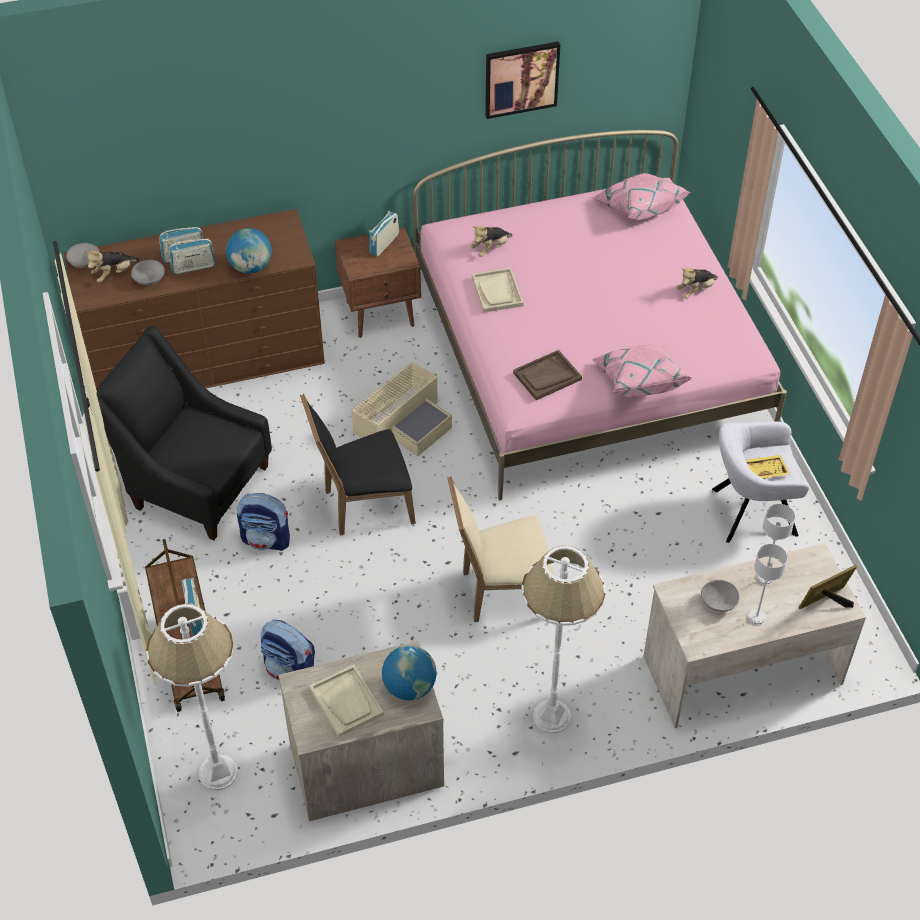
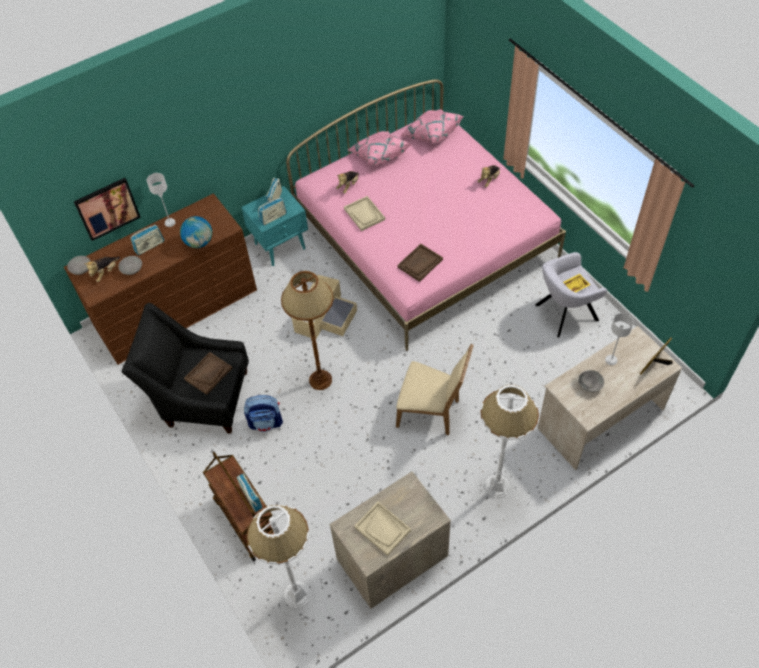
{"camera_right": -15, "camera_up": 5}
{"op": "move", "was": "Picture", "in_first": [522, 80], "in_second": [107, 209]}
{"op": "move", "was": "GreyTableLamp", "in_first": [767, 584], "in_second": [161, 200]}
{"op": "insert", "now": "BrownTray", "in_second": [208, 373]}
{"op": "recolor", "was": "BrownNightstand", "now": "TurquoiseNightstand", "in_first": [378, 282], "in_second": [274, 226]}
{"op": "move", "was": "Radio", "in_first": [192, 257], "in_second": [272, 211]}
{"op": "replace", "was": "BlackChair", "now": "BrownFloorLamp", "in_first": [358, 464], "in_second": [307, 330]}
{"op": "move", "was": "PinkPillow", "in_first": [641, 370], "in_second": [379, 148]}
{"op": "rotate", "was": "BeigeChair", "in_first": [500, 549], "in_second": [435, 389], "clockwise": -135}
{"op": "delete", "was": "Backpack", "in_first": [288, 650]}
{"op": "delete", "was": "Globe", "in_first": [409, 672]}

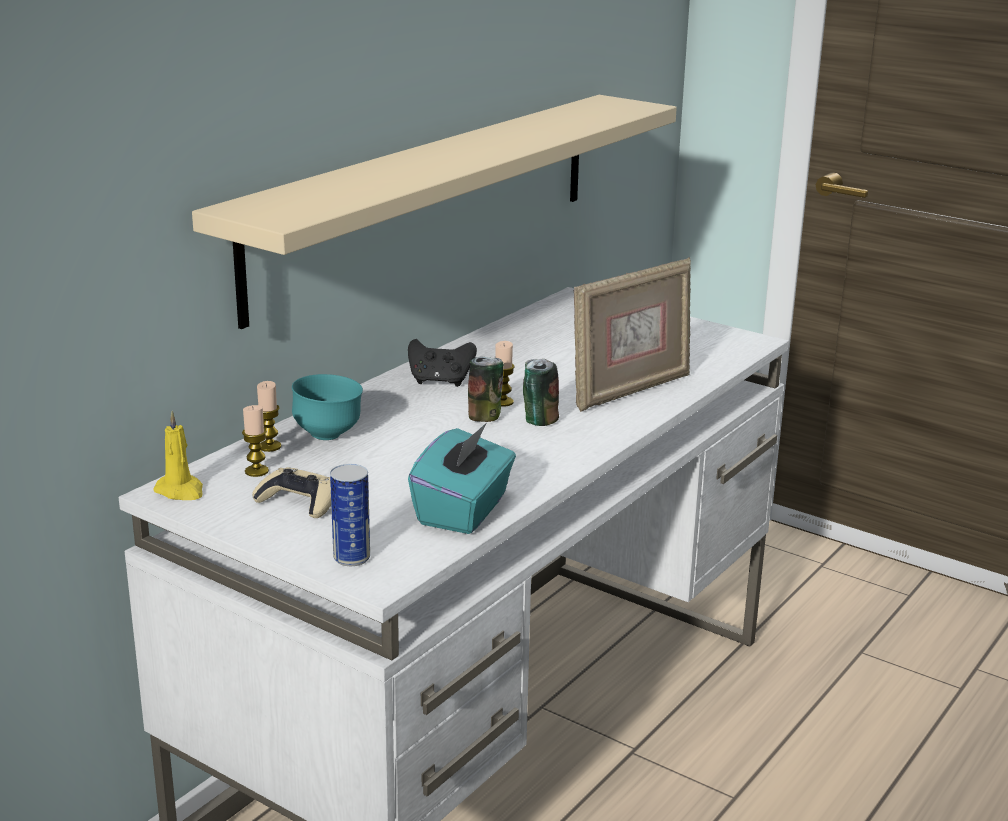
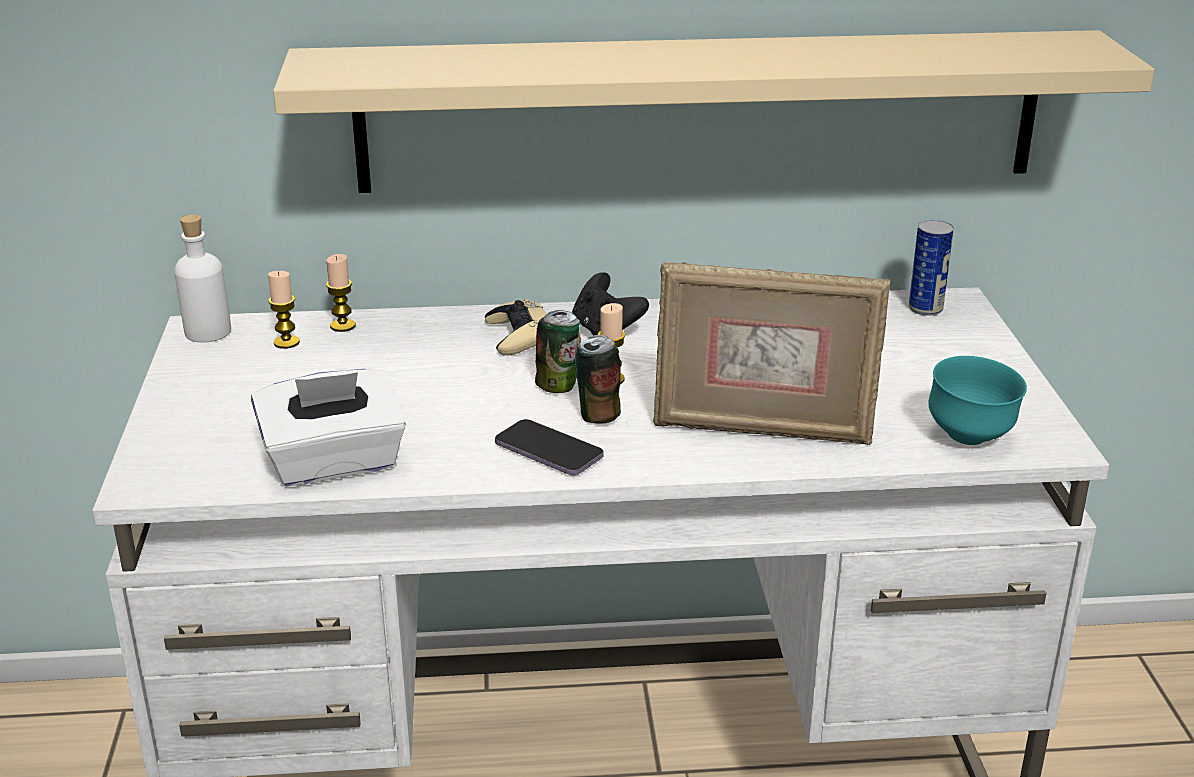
{"camera_right": 50, "camera_up": 5}
{"op": "replace", "was": "YellowCandle", "now": "WhiteBottle", "in_first": [178, 455], "in_second": [202, 279]}
{"op": "recolor", "was": "TurquoiseTissueBox", "now": "WhiteTissueBox", "in_first": [462, 479], "in_second": [328, 427]}
{"op": "move", "was": "BeigeGameController", "in_first": [291, 492], "in_second": [516, 327]}
{"op": "insert", "now": "Phone", "in_second": [549, 447]}
{"op": "move", "was": "Can", "in_first": [350, 515], "in_second": [931, 268]}
{"op": "move", "was": "TurquoiseBowl", "in_first": [327, 407], "in_second": [977, 400]}

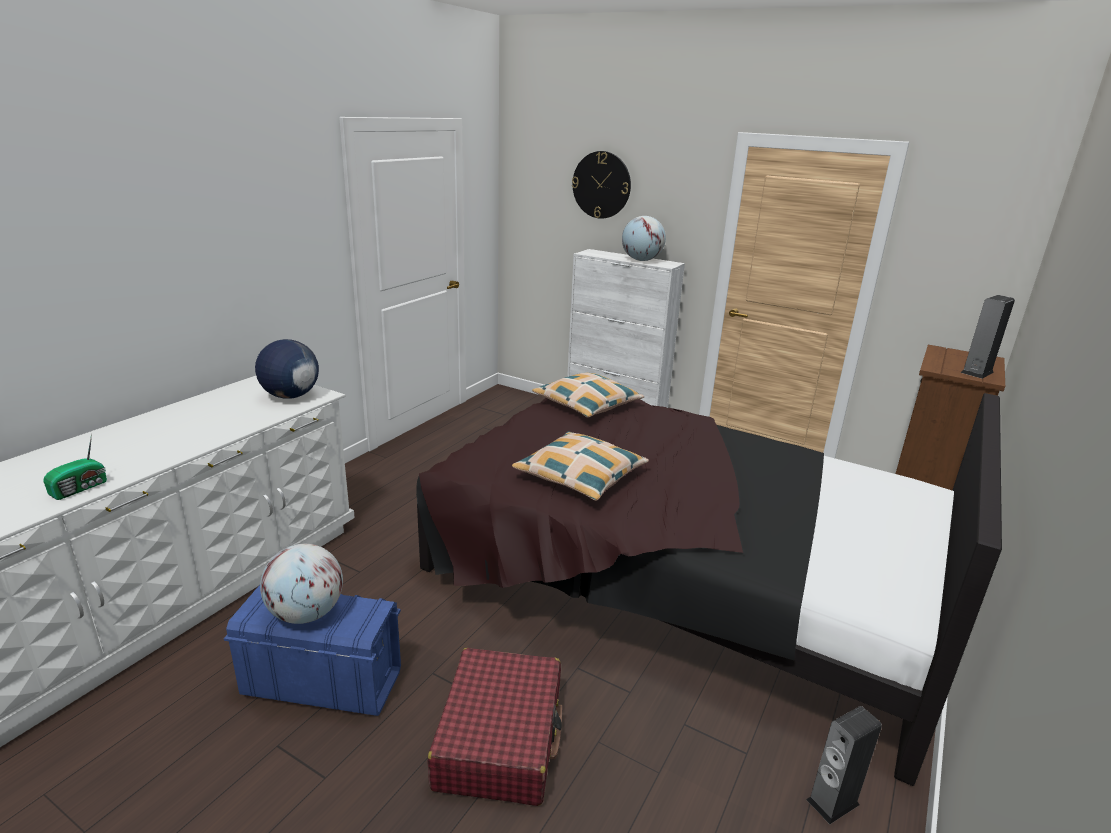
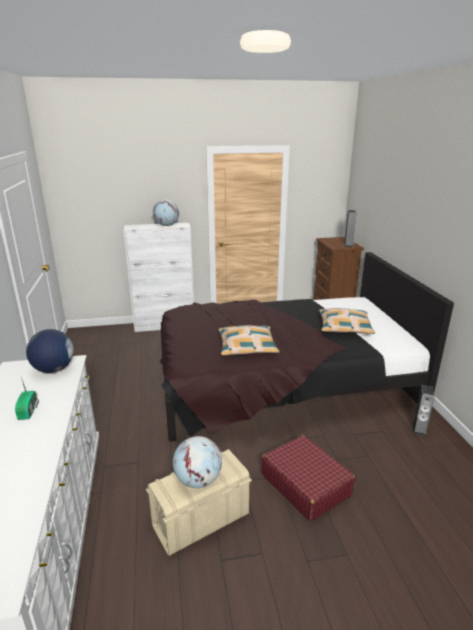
{"camera_right": -40, "camera_up": 0}
{"op": "move", "was": "Radio", "in_first": [75, 466], "in_second": [27, 398]}
{"op": "recolor", "was": "BlueStorageBox", "now": "BeigeStorageBox", "in_first": [312, 650], "in_second": [199, 502]}
{"op": "move", "was": "Pillow", "in_first": [588, 395], "in_second": [347, 321]}
{"op": "delete", "was": "WallClock", "in_first": [601, 185]}

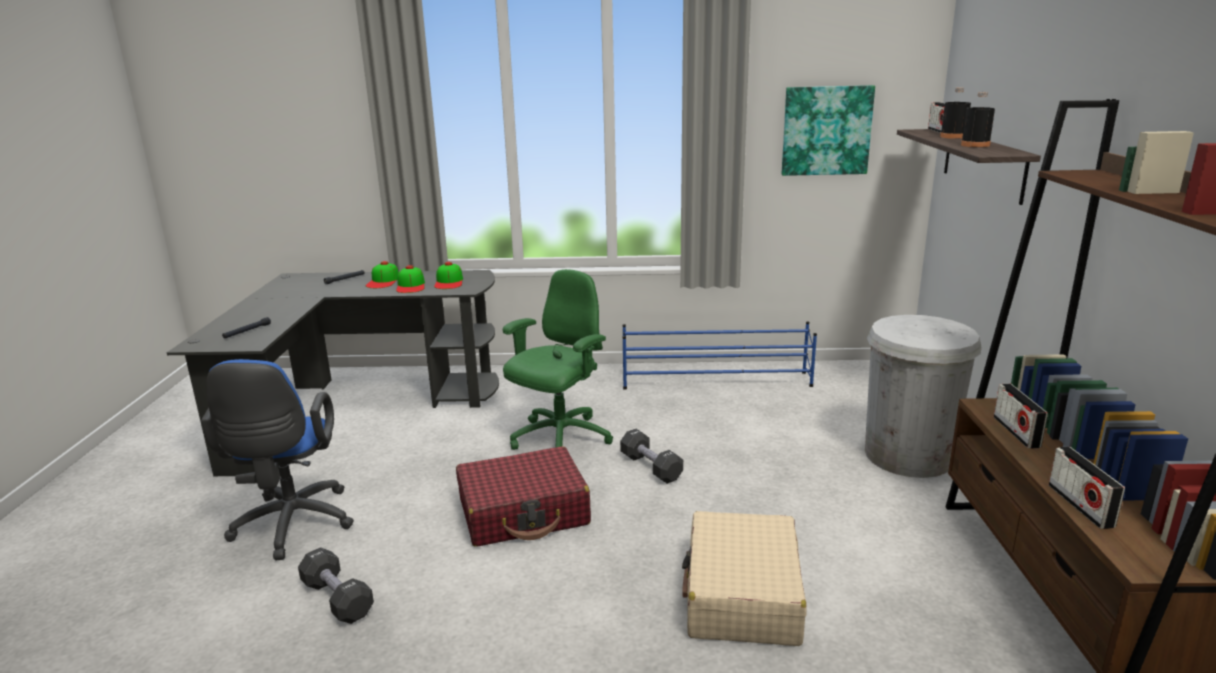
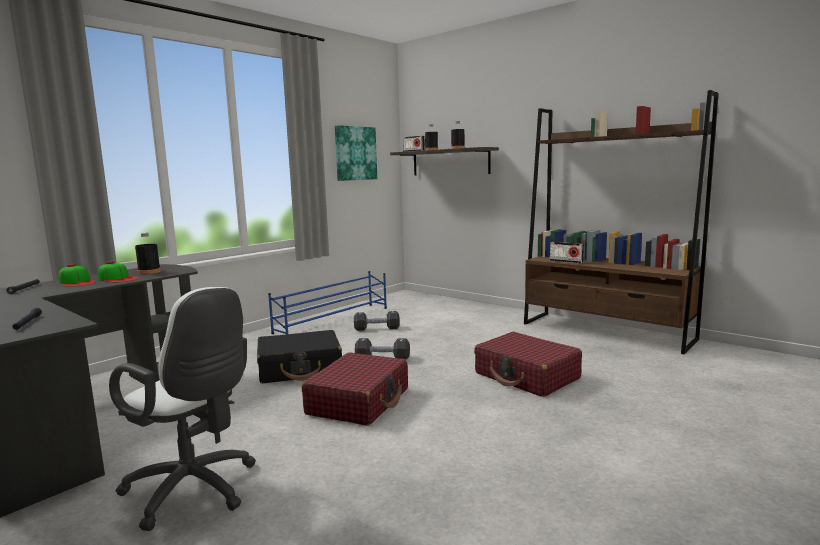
{"camera_right": -50, "camera_up": -10}
{"op": "recolor", "was": "BlueOfficeChair", "now": "WhiteOfficeChair", "in_first": [277, 459], "in_second": [182, 409]}
{"op": "replace", "was": "Cap", "now": "BlackBottle", "in_first": [448, 275], "in_second": [148, 253]}
{"op": "replace", "was": "GreenOfficeChair", "now": "BlackSuitcase", "in_first": [558, 359], "in_second": [299, 356]}
{"op": "move", "was": "BlackDumbbell", "in_first": [336, 585], "in_second": [377, 321]}
{"op": "recolor", "was": "BeigeSuitcase", "now": "RedSuitcase", "in_first": [744, 578], "in_second": [528, 364]}
{"op": "delete", "was": "WhiteTrashCan", "in_first": [923, 396]}
{"op": "delete", "was": "Radio", "in_first": [1087, 488]}

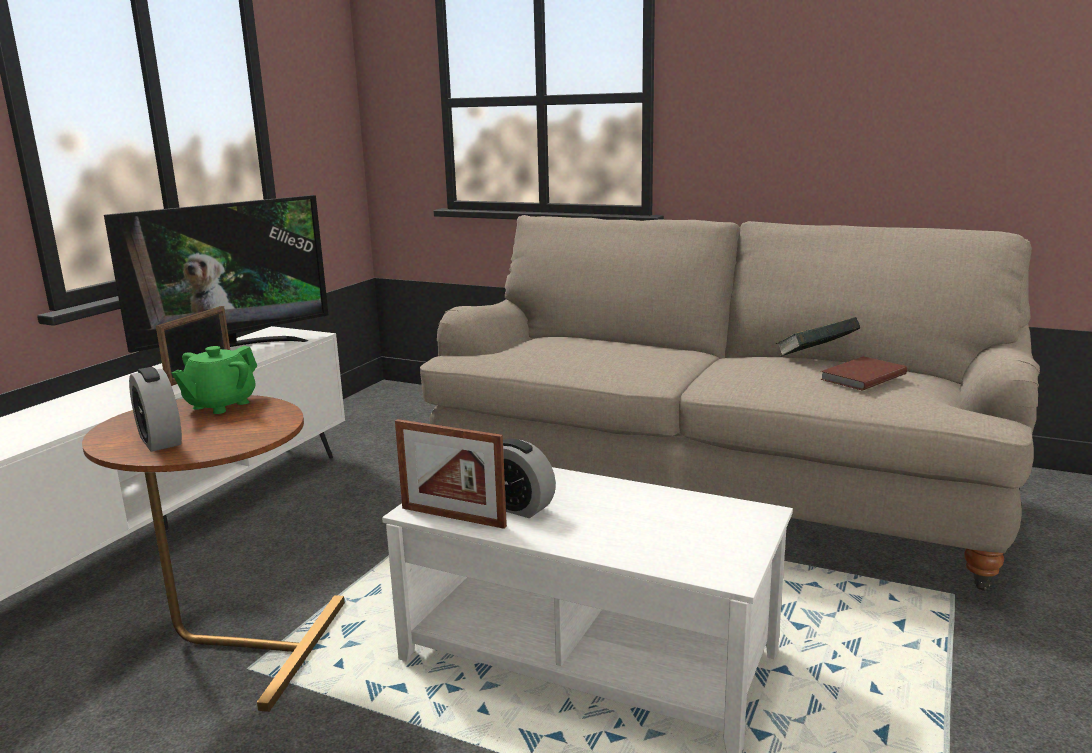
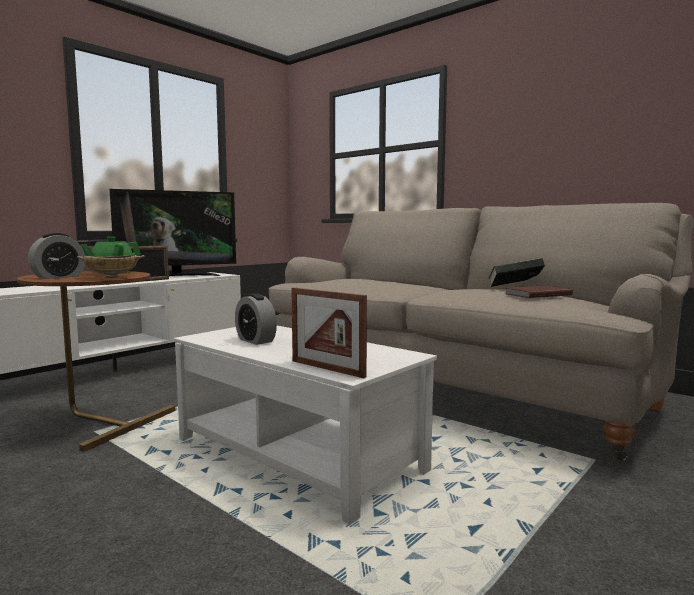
{"camera_right": 15, "camera_up": -10}
{"op": "rotate", "was": "AlarmClock", "in_first": [155, 409], "in_second": [56, 256], "clockwise": -120}
{"op": "insert", "now": "BeigeBowl", "in_second": [110, 266]}
{"op": "move", "was": "PictureFrame", "in_first": [451, 474], "in_second": [329, 332]}

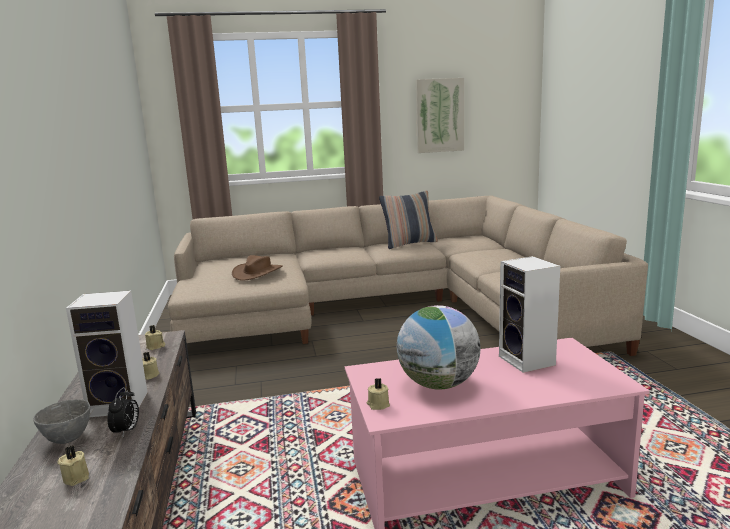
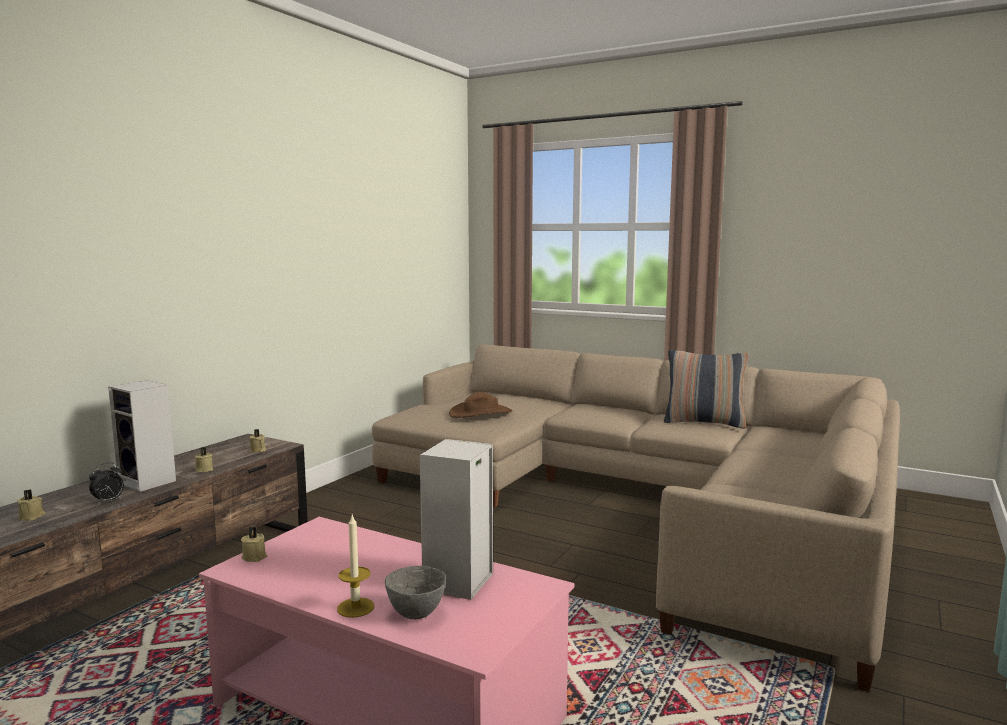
{"camera_right": 40, "camera_up": -5}
{"op": "insert", "now": "Candle", "in_second": [355, 566]}
{"op": "move", "was": "GreyBowl", "in_first": [61, 421], "in_second": [415, 592]}
{"op": "delete", "was": "Globe", "in_first": [438, 347]}
{"op": "delete", "was": "Picture", "in_first": [440, 115]}

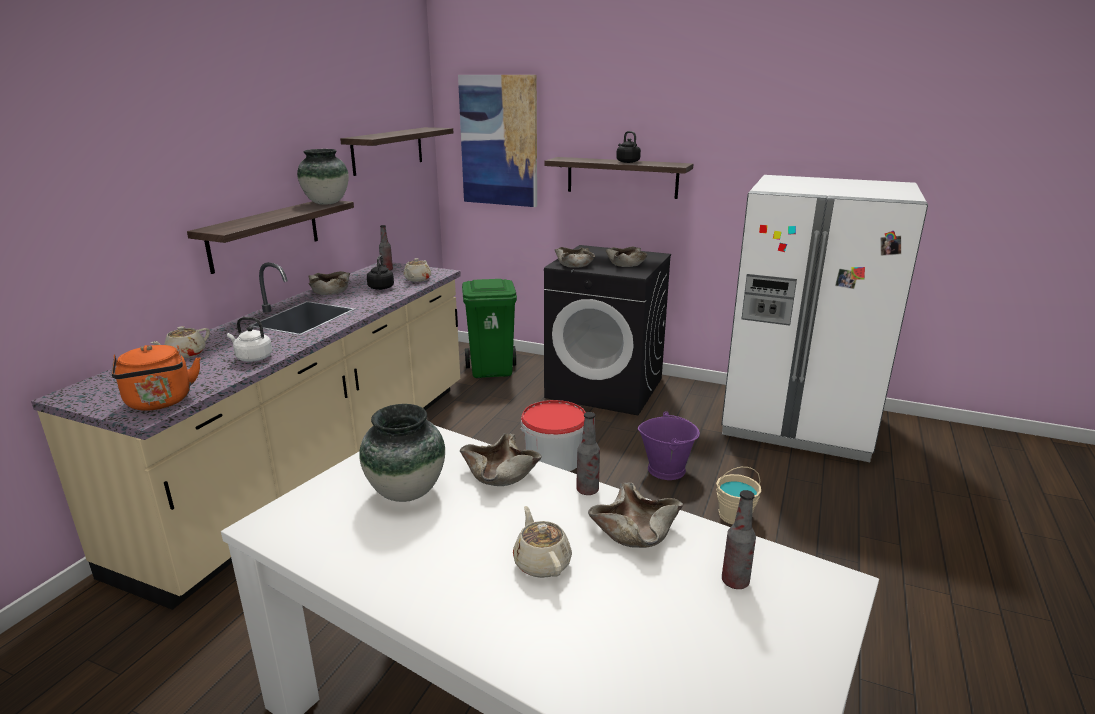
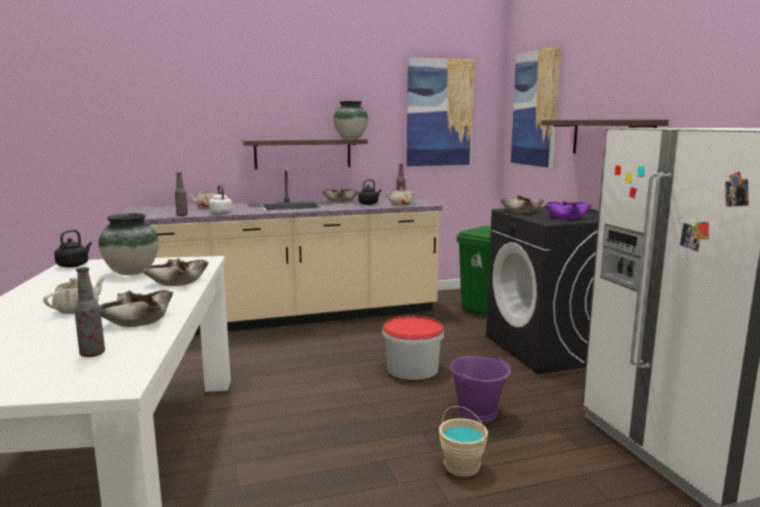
{"camera_right": 50, "camera_up": -10}
{"op": "move", "was": "BlackKettle", "in_first": [628, 147], "in_second": [73, 248]}
{"op": "move", "was": "Bottle", "in_first": [588, 453], "in_second": [181, 194]}
{"op": "replace", "was": "Shelf", "now": "Picture", "in_first": [396, 151], "in_second": [441, 111]}
{"op": "recolor", "was": "BeigeBowl", "now": "PurpleBowl", "in_first": [626, 257], "in_second": [568, 210]}
{"op": "delete", "was": "OrangeKettle", "in_first": [155, 378]}

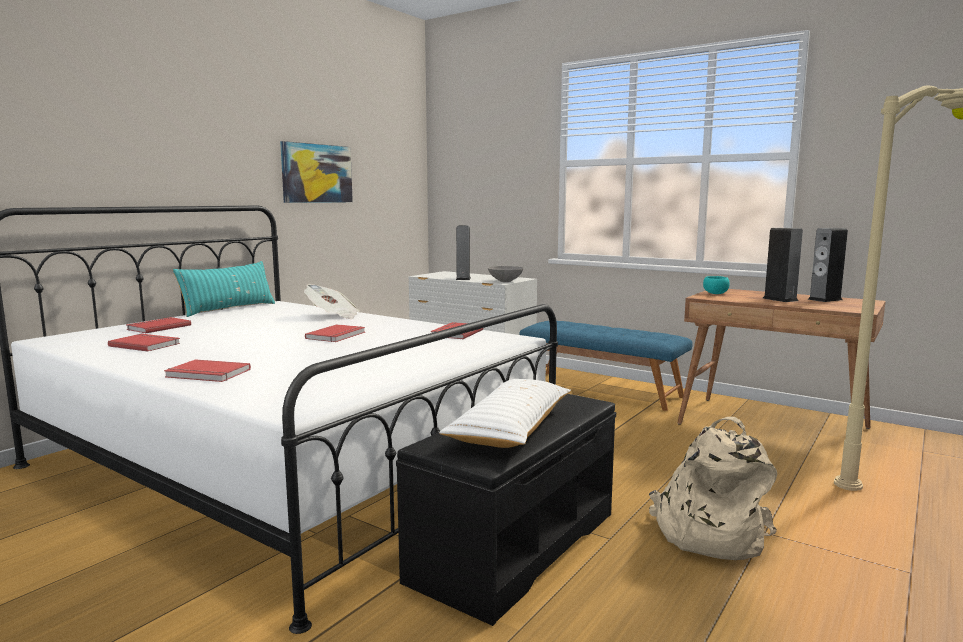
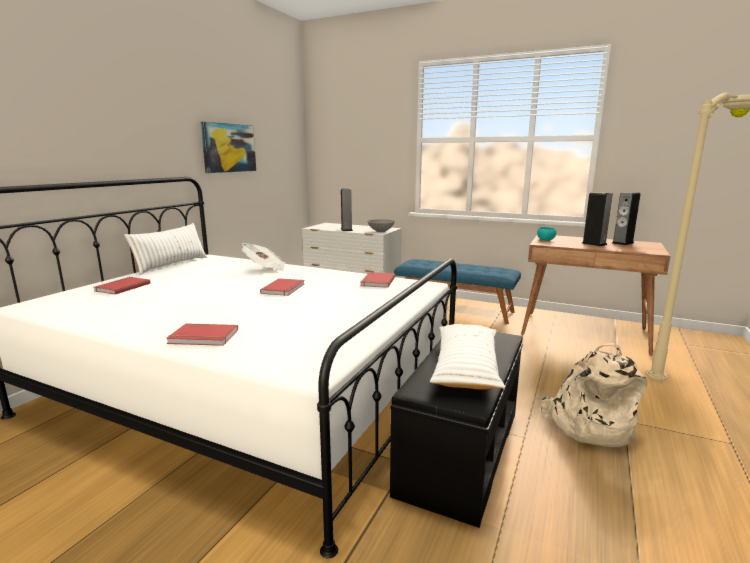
{"camera_right": -10, "camera_up": 5}
{"op": "recolor", "was": "TurquoisePillow", "now": "WhitePillow", "in_first": [224, 289], "in_second": [165, 249]}
{"op": "delete", "was": "RedBook", "in_first": [144, 343]}

